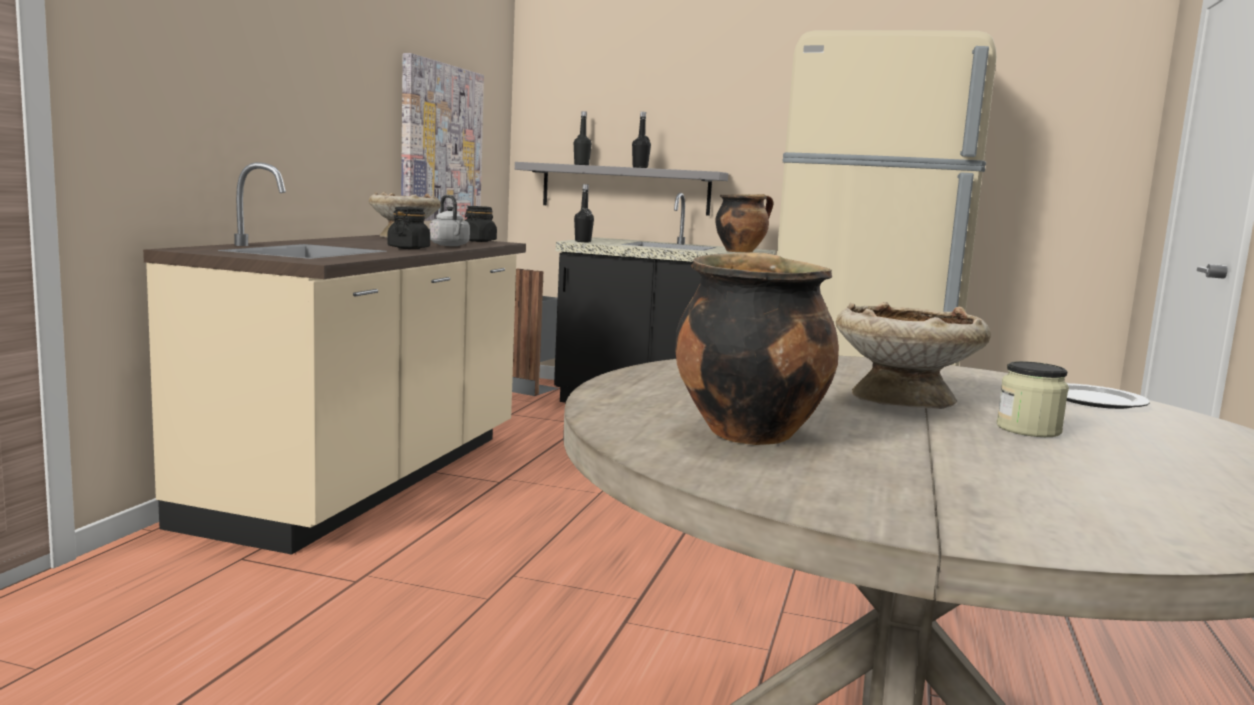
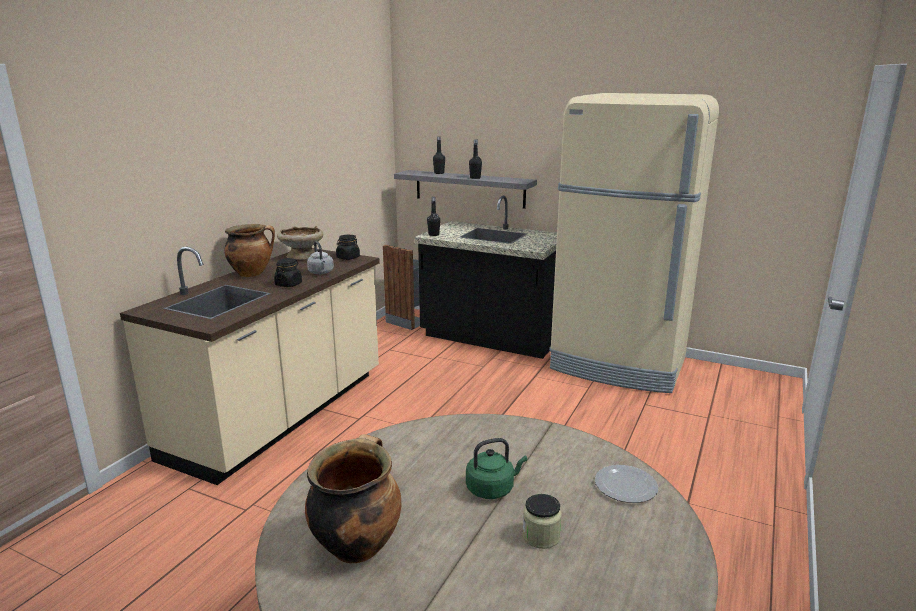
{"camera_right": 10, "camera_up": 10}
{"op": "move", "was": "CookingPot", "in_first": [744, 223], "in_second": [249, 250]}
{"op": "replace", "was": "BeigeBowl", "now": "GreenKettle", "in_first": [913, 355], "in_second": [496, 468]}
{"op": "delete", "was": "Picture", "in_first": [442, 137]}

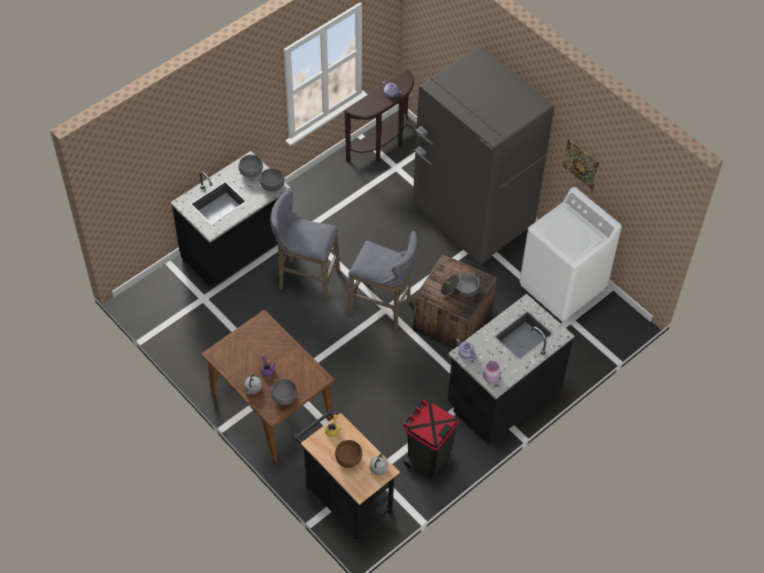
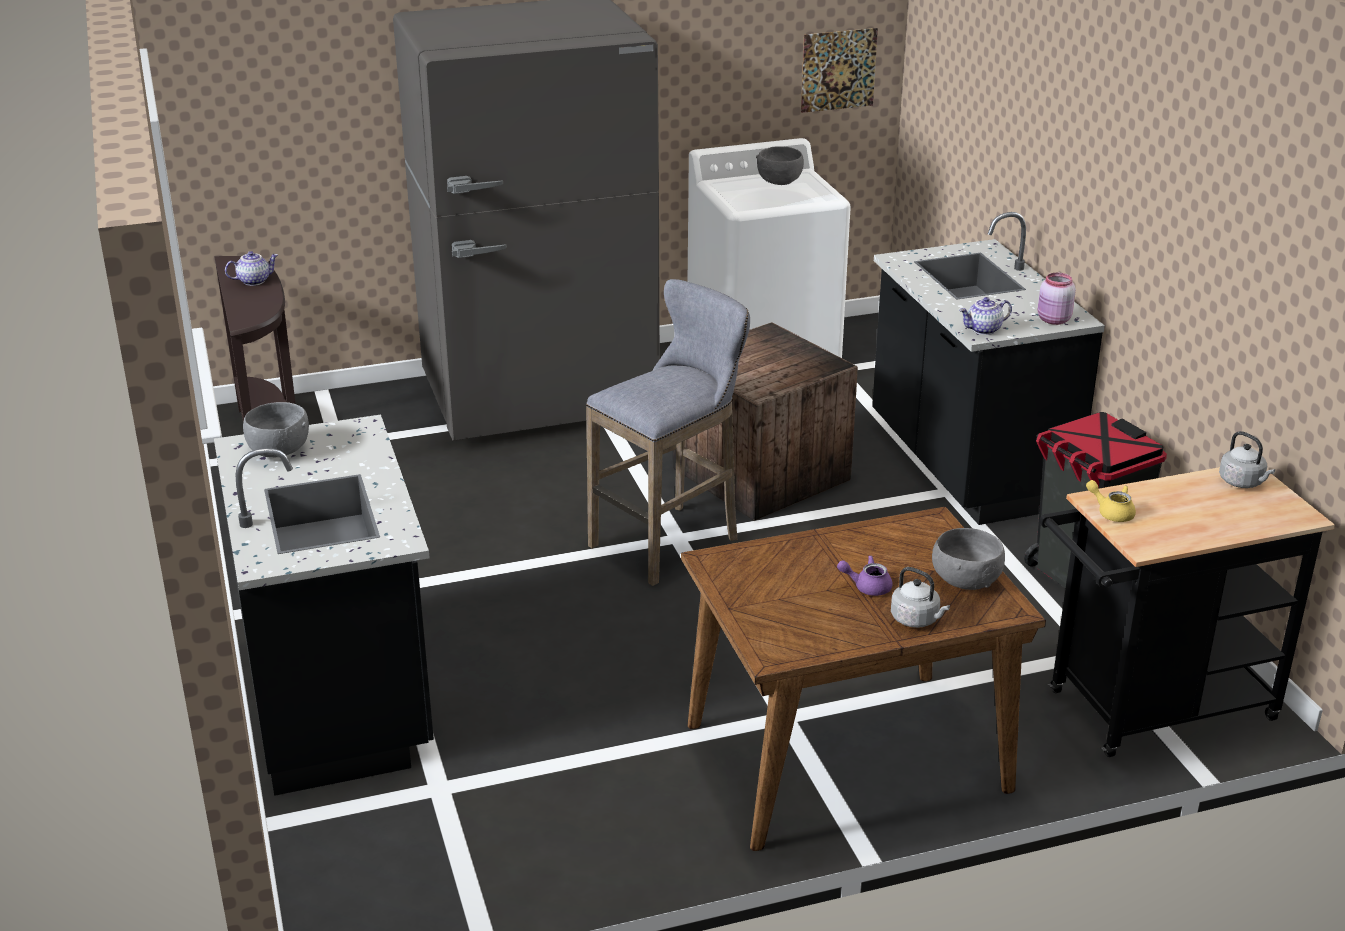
{"camera_right": -65, "camera_up": -25}
{"op": "move", "was": "GreyBowl", "in_first": [272, 180], "in_second": [780, 165]}
{"op": "move", "was": "Picture", "in_first": [581, 164], "in_second": [839, 70]}
{"op": "delete", "was": "GreyStool", "in_first": [305, 246]}
{"op": "delete", "was": "BrownBowl", "in_first": [349, 454]}
{"op": "delete", "was": "CookingPot", "in_first": [461, 285]}

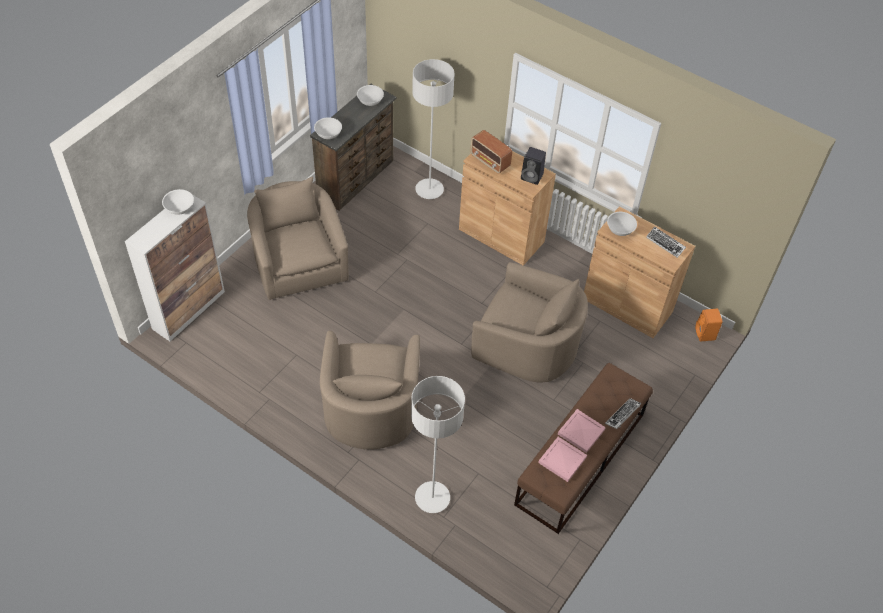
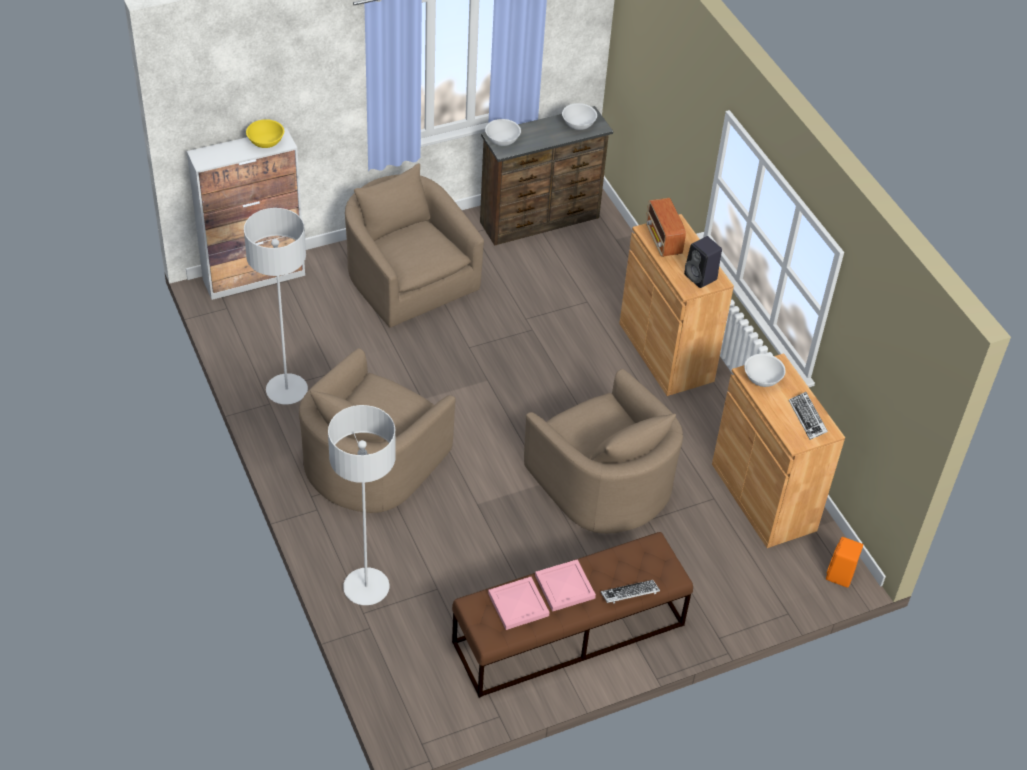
{"camera_right": 30, "camera_up": -5}
{"op": "move", "was": "GreyFloorLamp", "in_first": [433, 129], "in_second": [276, 306]}
{"op": "recolor", "was": "WhiteBowl", "now": "YellowBowl", "in_first": [178, 202], "in_second": [265, 133]}
{"op": "rotate", "was": "BeigeArmchair", "in_first": [298, 238], "in_second": [414, 245], "clockwise": -45}

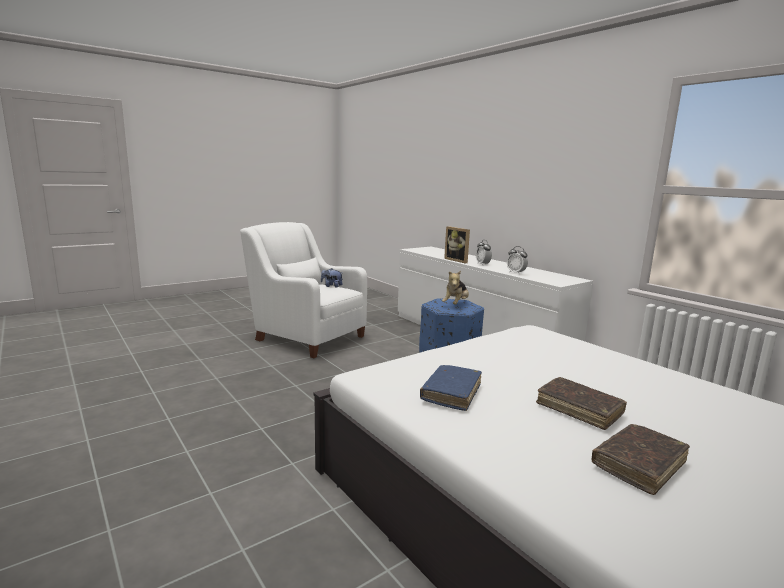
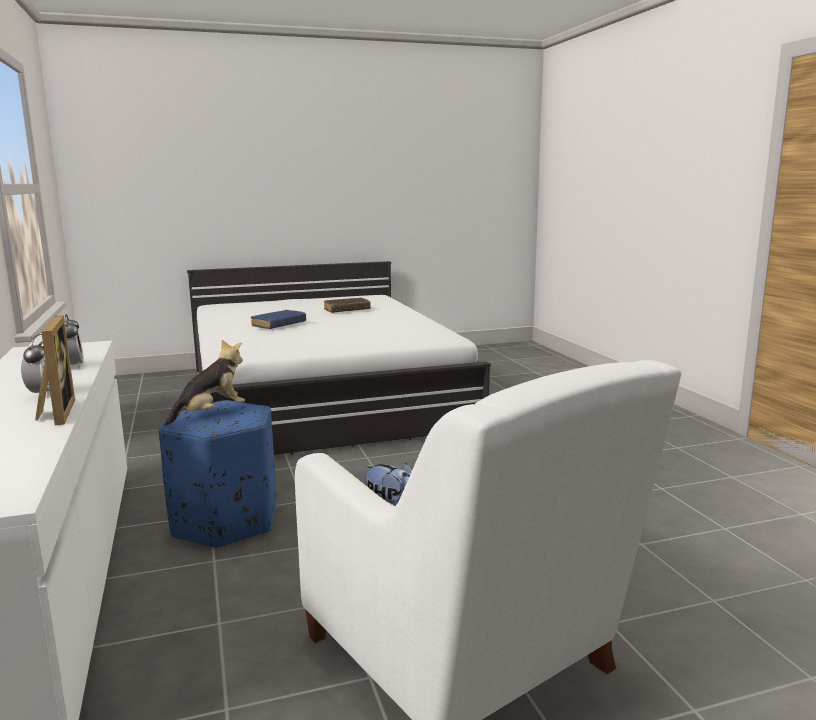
{"camera_right": -160, "camera_up": 0}
{"op": "move", "was": "BlueBook", "in_first": [451, 388], "in_second": [278, 319]}
{"op": "delete", "was": "BrownBook", "in_first": [581, 403]}

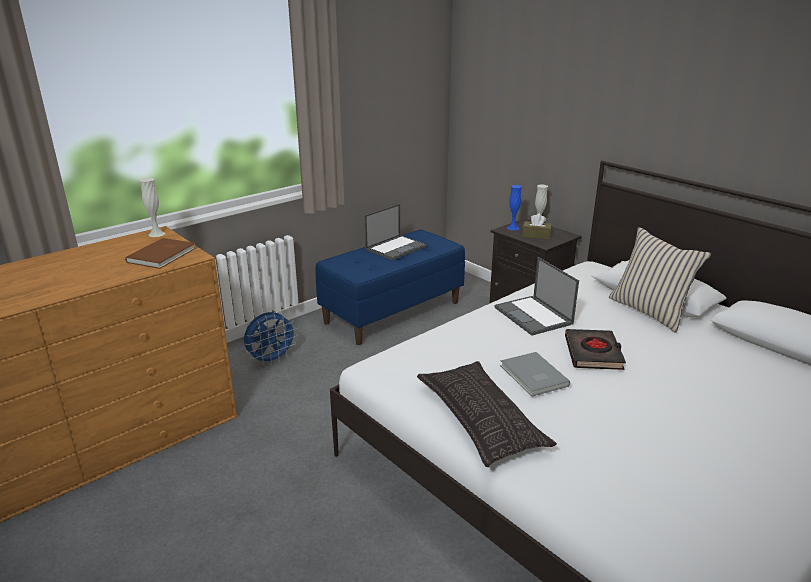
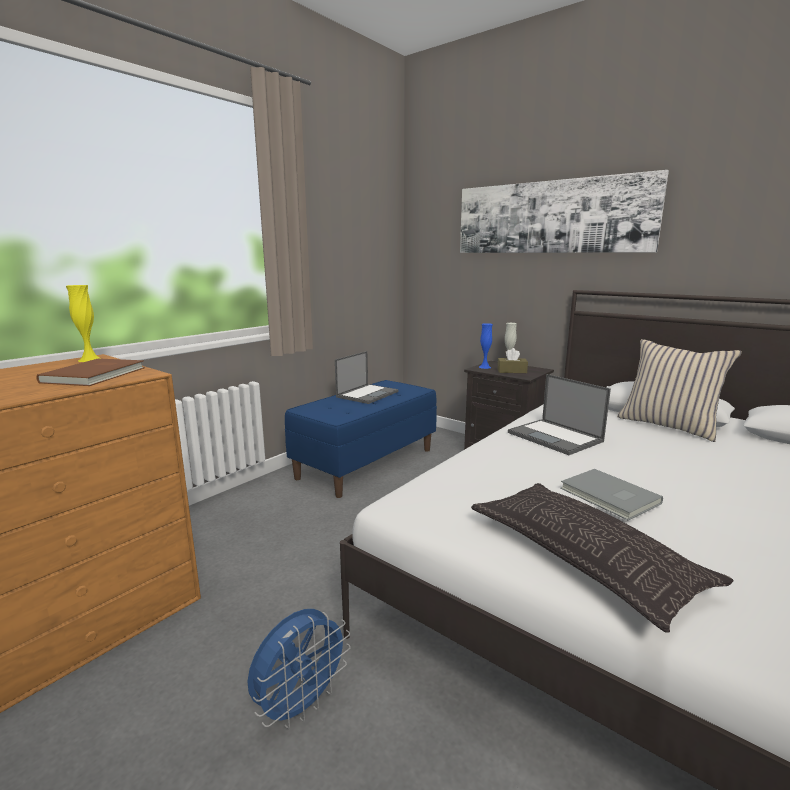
{"camera_right": -10, "camera_up": -10}
{"op": "recolor", "was": "WhiteVase", "now": "YellowVase", "in_first": [152, 207], "in_second": [84, 323]}
{"op": "move", "was": "BlueFan", "in_first": [271, 338], "in_second": [299, 669]}
{"op": "insert", "now": "Picture", "in_second": [564, 211]}
{"op": "delete", "was": "BlackBook", "in_first": [595, 349]}

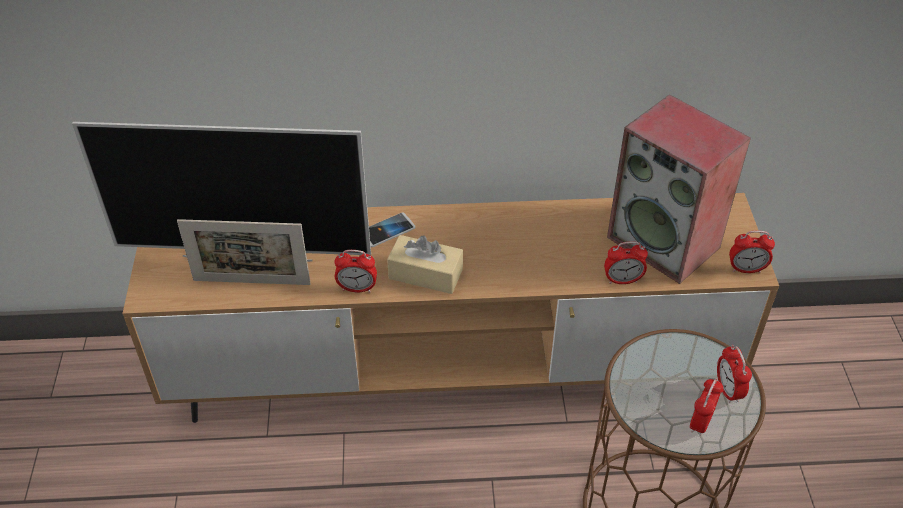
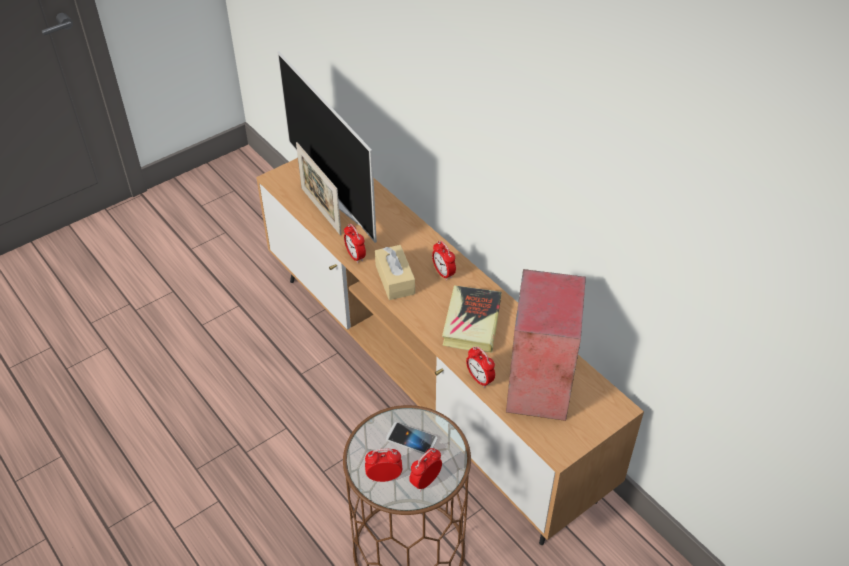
{"camera_right": 55, "camera_up": 0}
{"op": "move", "was": "Phone", "in_first": [392, 230], "in_second": [412, 438]}
{"op": "move", "was": "AlarmClock", "in_first": [752, 251], "in_second": [444, 261]}
{"op": "insert", "now": "Book", "in_second": [472, 319]}

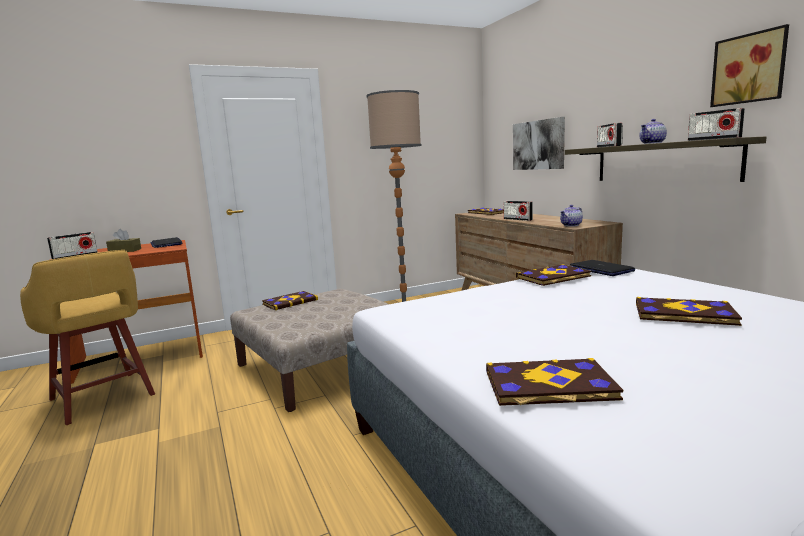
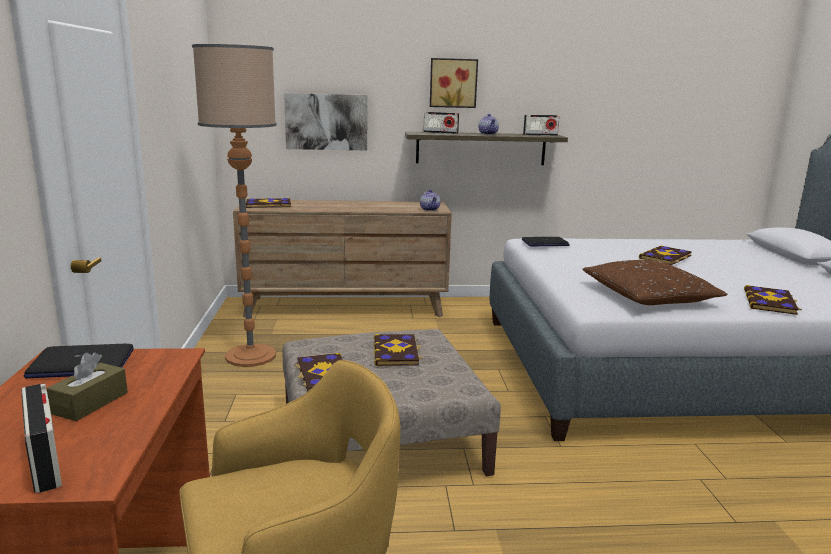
{"camera_right": -70, "camera_up": 5}
{"op": "move", "was": "Book", "in_first": [553, 275], "in_second": [398, 350]}
{"op": "move", "was": "Picture", "in_first": [749, 65], "in_second": [454, 83]}
{"op": "insert", "now": "BrownPillow", "in_second": [654, 282]}
{"op": "delete", "was": "Radio", "in_first": [518, 211]}

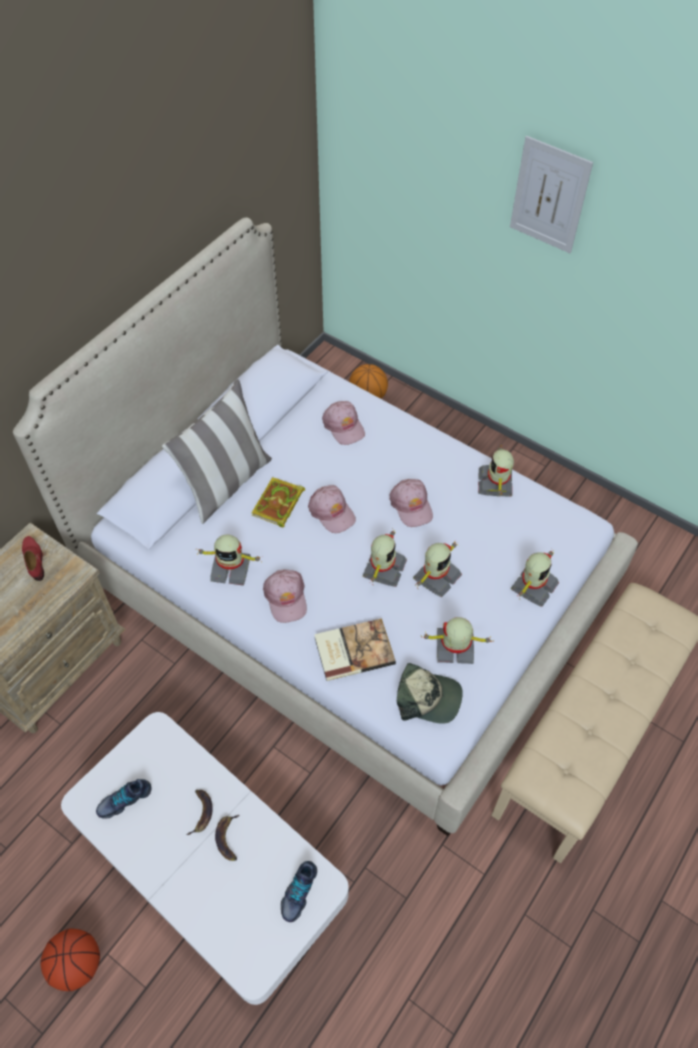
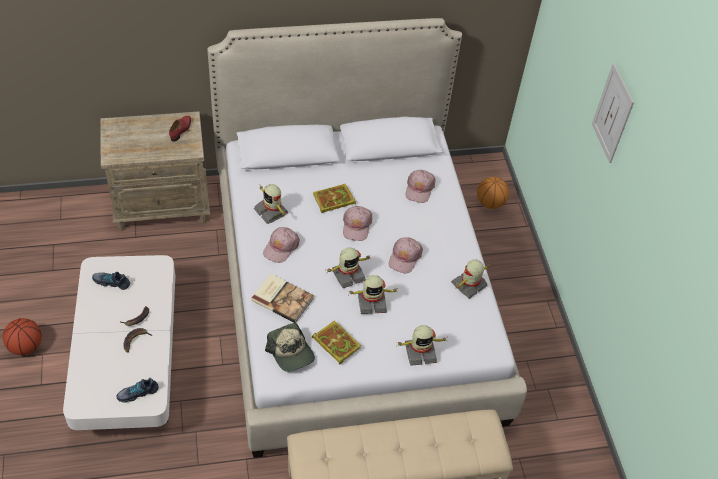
{"camera_right": 40, "camera_up": -5}
{"op": "replace", "was": "ToyRobot", "now": "Book", "in_first": [456, 640], "in_second": [336, 342]}
{"op": "delete", "was": "Pillow", "in_first": [217, 451]}

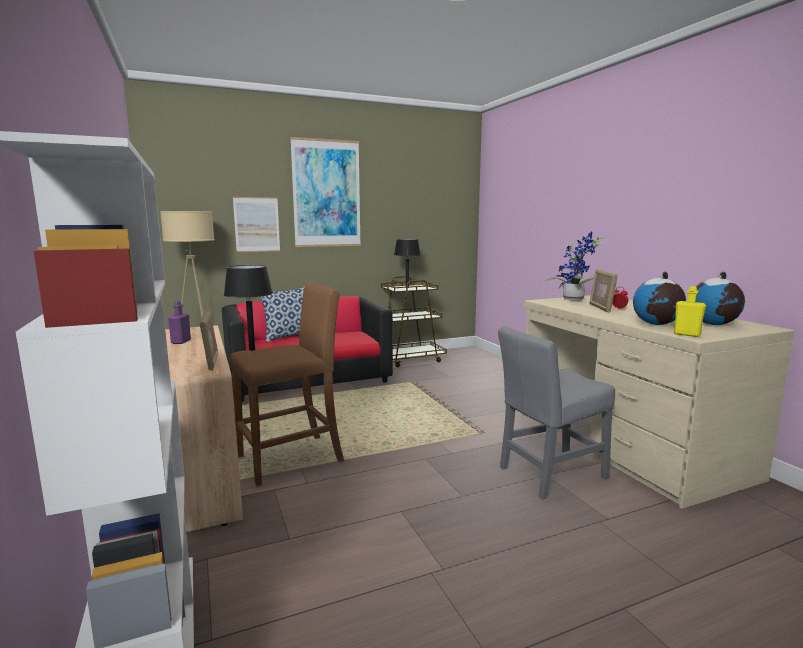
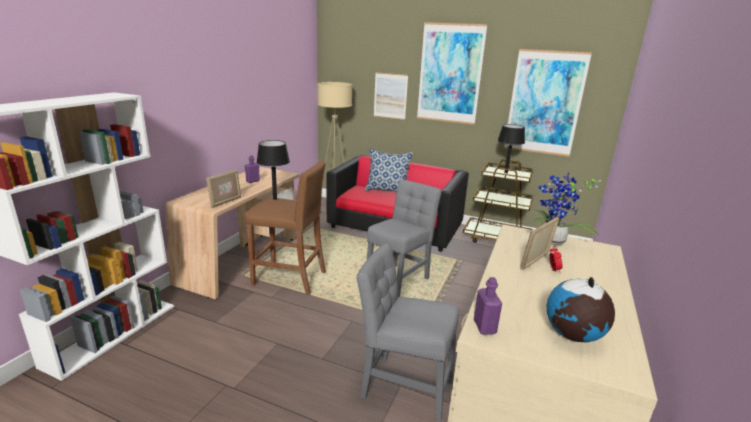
{"camera_right": 45, "camera_up": 10}
{"op": "insert", "now": "GreyChair", "in_second": [404, 238]}
{"op": "recolor", "was": "YellowBottle", "now": "PurpleBottle", "in_first": [690, 311], "in_second": [488, 306]}
{"op": "insert", "now": "Picture", "in_second": [548, 103]}
{"op": "delete", "was": "Globe", "in_first": [659, 298]}

